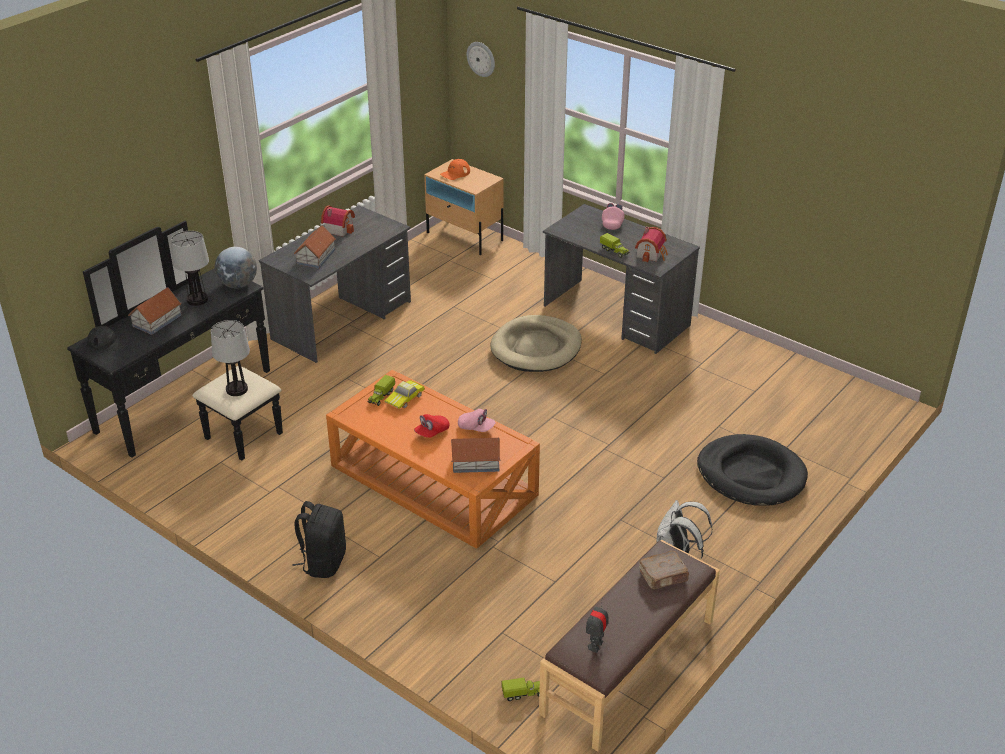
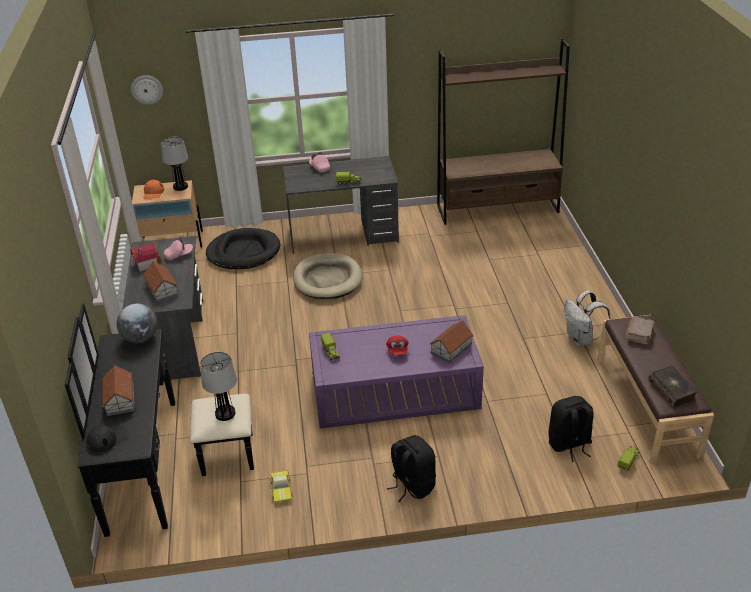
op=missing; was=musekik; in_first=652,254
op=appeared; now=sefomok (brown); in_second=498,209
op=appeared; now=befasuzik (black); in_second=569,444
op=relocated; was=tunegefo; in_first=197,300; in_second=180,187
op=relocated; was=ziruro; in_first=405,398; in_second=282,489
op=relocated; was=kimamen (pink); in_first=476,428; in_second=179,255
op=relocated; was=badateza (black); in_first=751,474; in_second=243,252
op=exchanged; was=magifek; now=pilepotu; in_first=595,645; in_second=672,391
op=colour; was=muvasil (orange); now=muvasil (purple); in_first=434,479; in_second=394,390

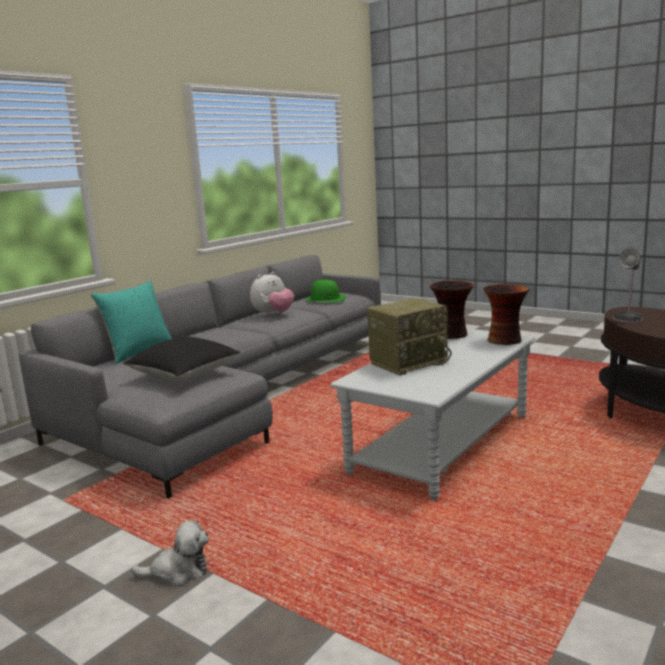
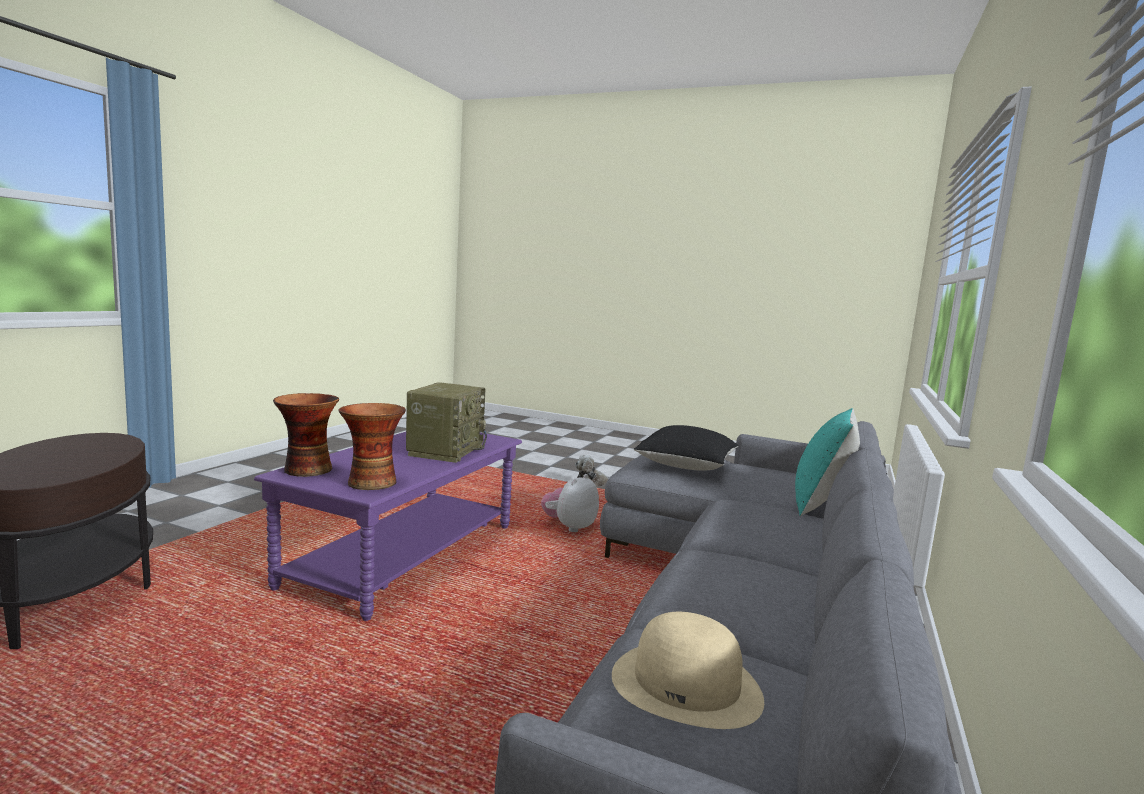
op=missing; was=tunegefo; in_first=628,318
op=relocated; was=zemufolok; in_first=273,314; in_second=569,527
op=colour; was=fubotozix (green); now=fubotozix (beige); in_first=325,299; in_second=687,684
op=colour; was=muvasil (grey); now=muvasil (purple); in_first=442,443; in_second=404,555
op=spun; was=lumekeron; in_first=409,362; in_second=445,450; clockwise=150

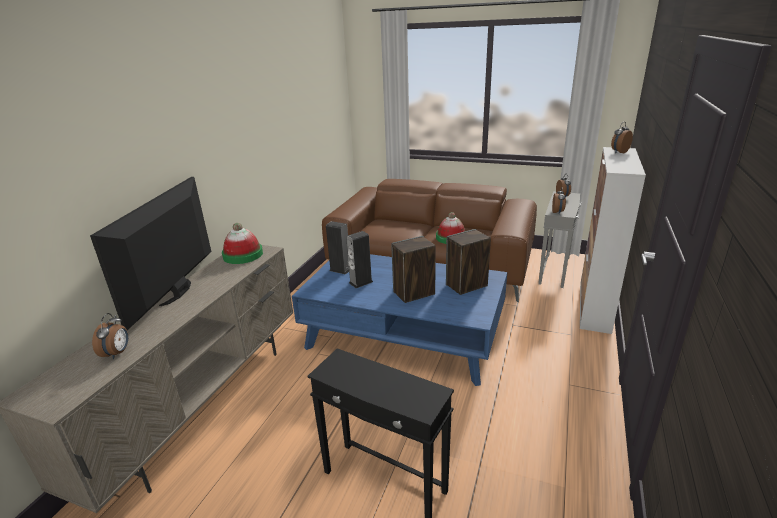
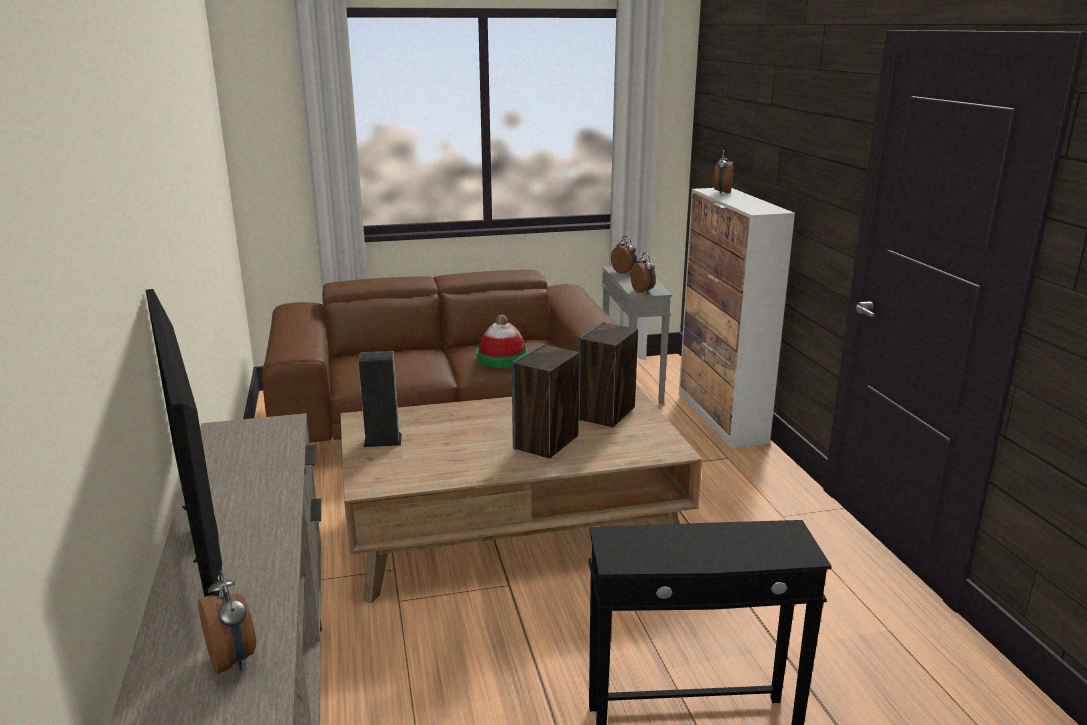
op=missing; was=fubotozix; in_first=243,255
op=missing; was=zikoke; in_first=361,282
op=colour; was=muvasil (blue); now=muvasil (brown); in_first=404,335; in_second=513,527

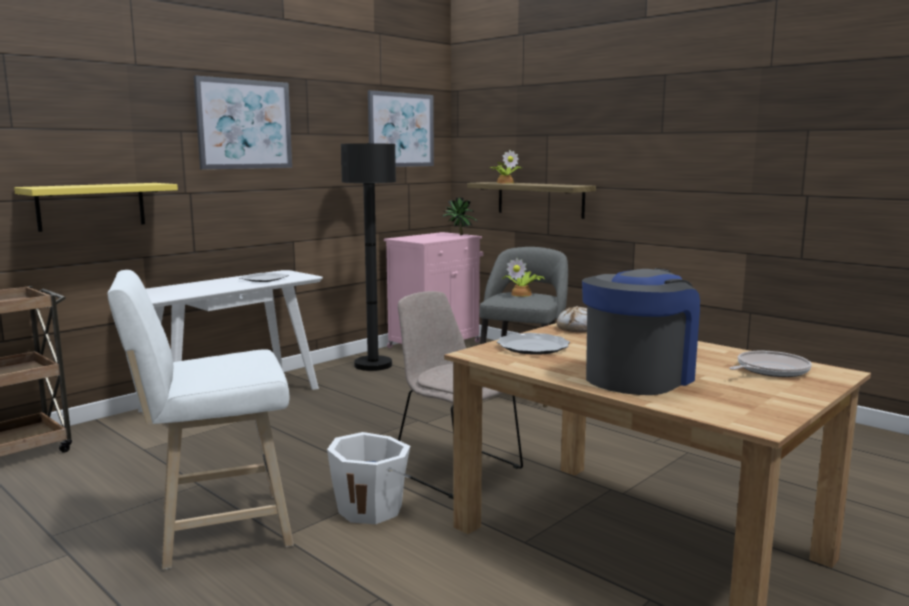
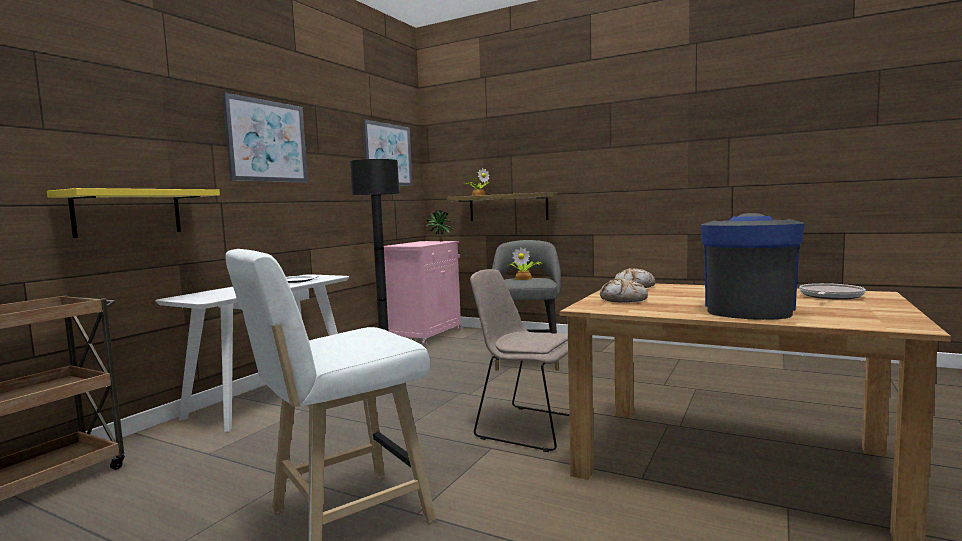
op=missing; was=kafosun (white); in_first=371,508
op=exchanged; was=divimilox; now=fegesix; in_first=533,347; in_second=623,300

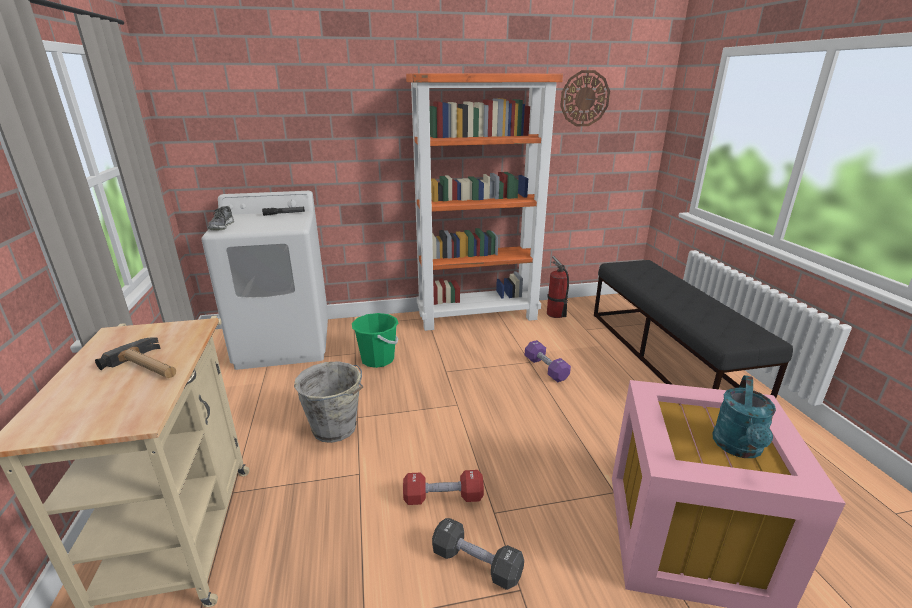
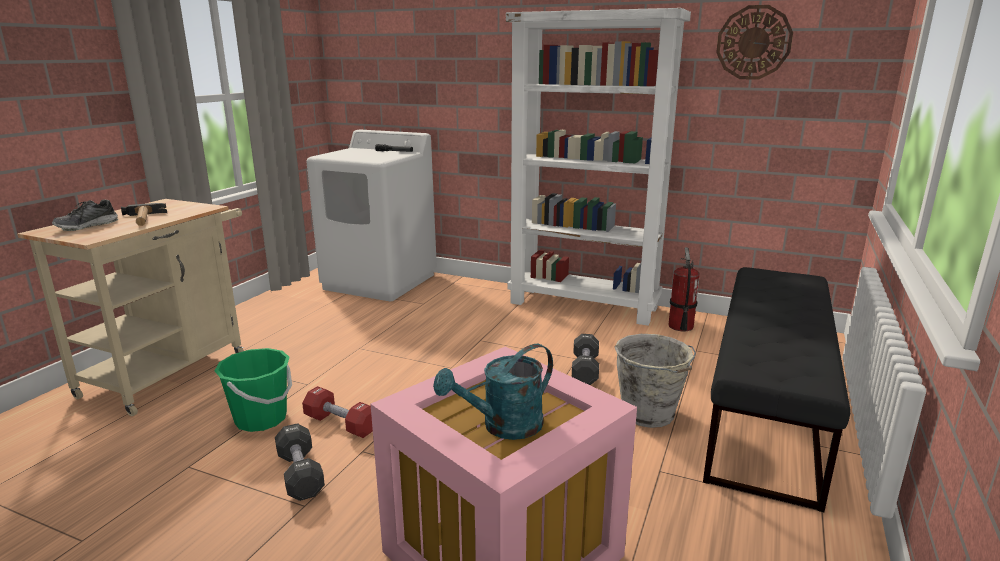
op=relocated; was=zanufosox; in_first=222,226; in_second=87,226
op=relocated; was=kafosun (grey); in_first=336,429; in_second=649,415
op=relocated; was=kafosun (green); in_first=378,359; in_second=261,419
op=colour; was=sefomok (orange); now=sefomok (white); in_first=478,316; in_second=584,305
op=colour; was=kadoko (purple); now=kadoko (black); in_first=546,369; in_second=585,369

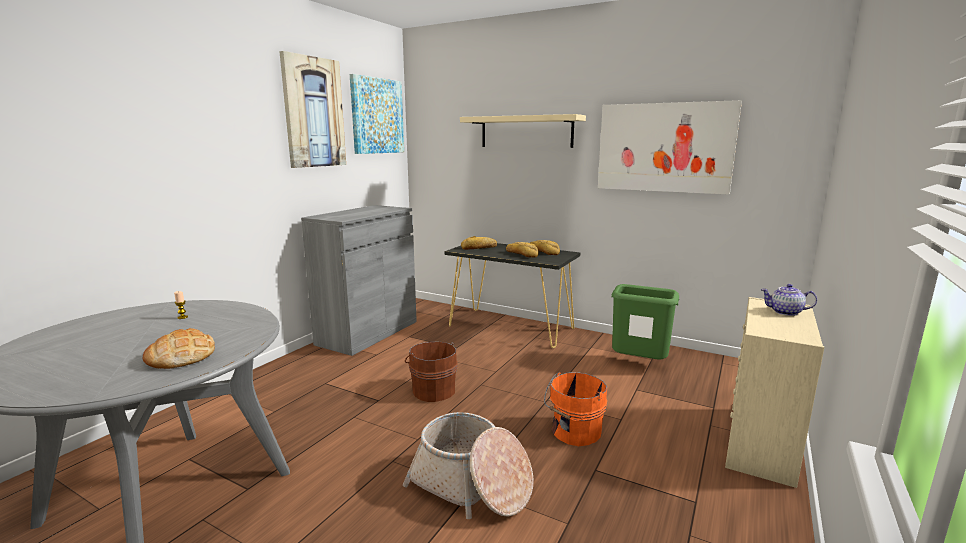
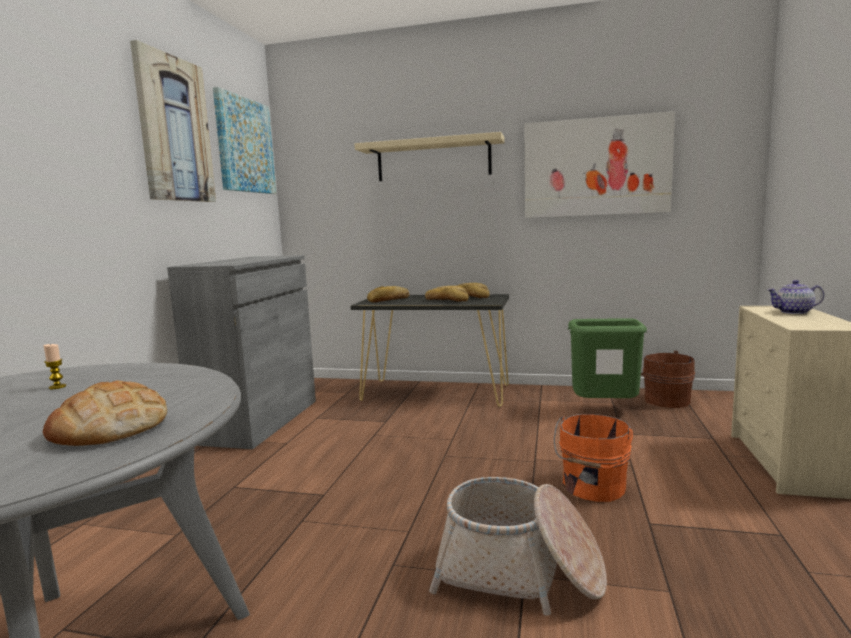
op=relocated; was=kafosun (brown); in_first=433,390; in_second=665,400

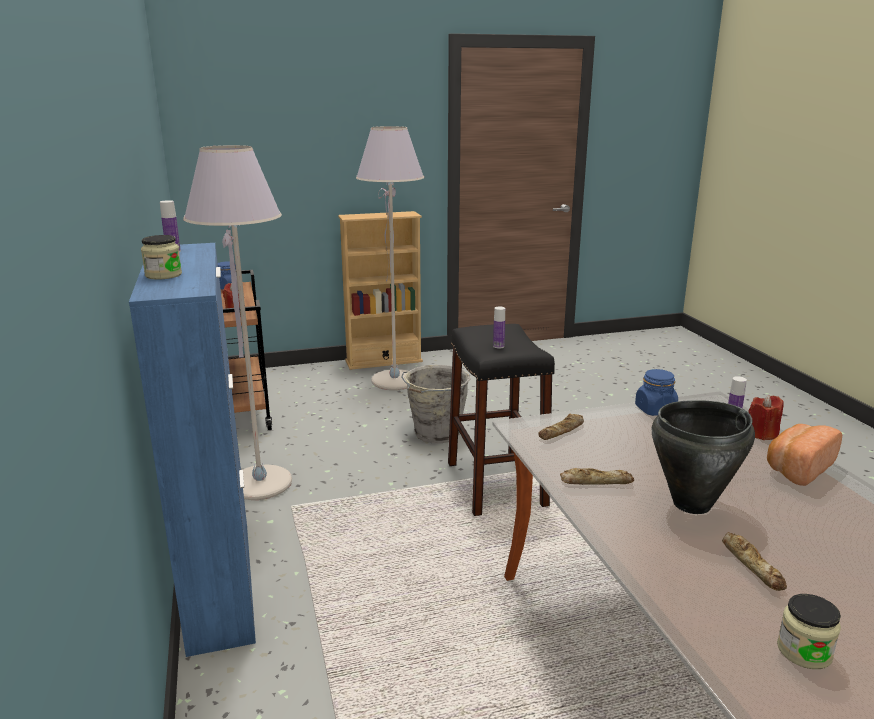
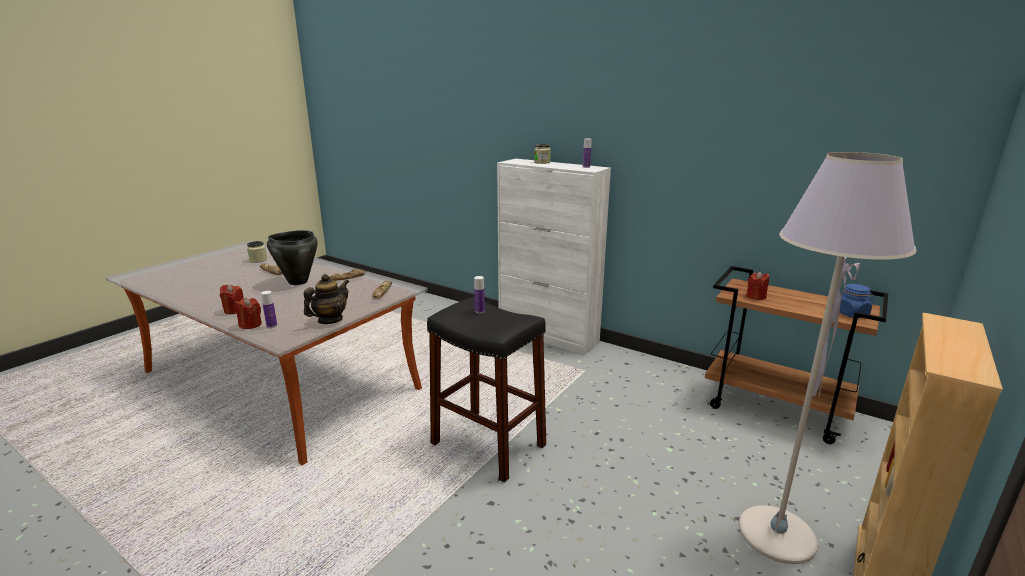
op=missing; was=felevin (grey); in_first=260,484
op=missing; was=kafosun (grey); in_first=436,434
op=exchanged; was=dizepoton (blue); now=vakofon; in_first=655,410; in_second=330,320
op=exchanged; was=fegesix; now=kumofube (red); in_first=797,468; in_second=234,310
op=colour; was=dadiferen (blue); now=dadiferen (white); in_first=220,582; in_second=548,335

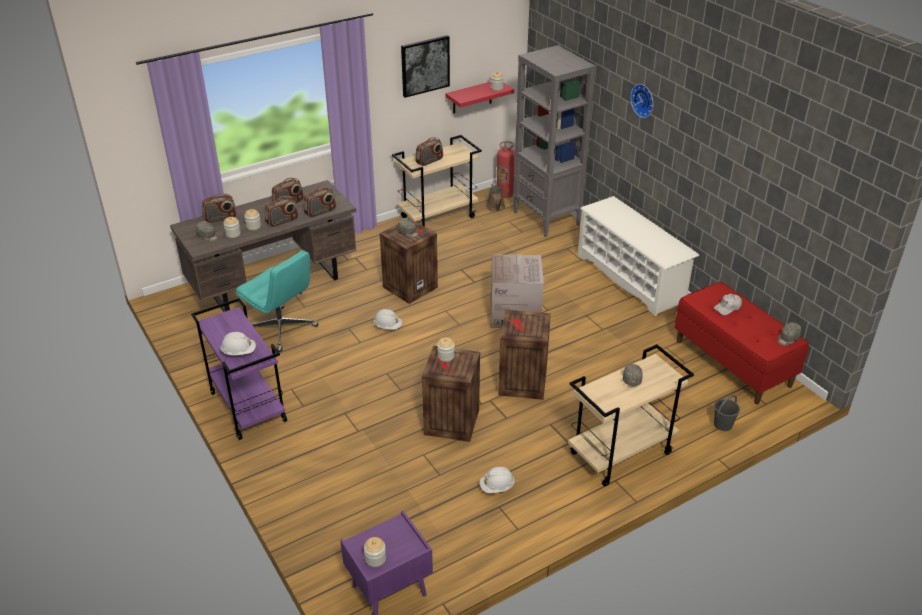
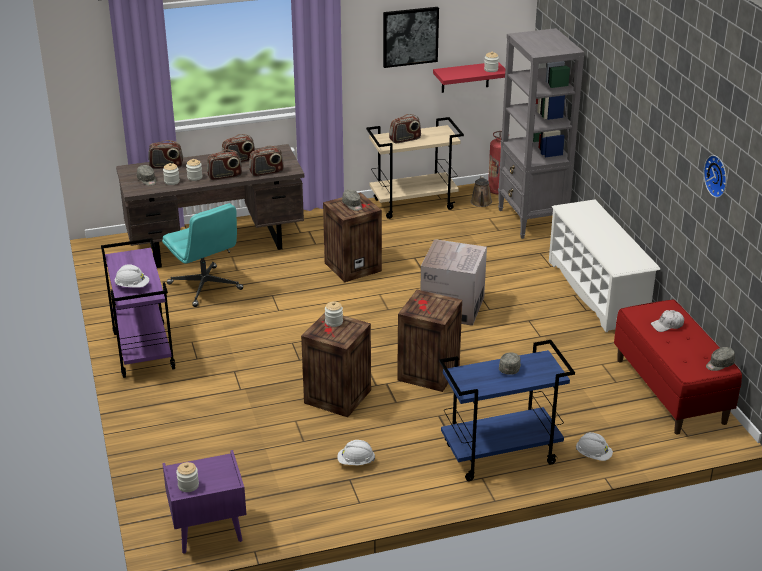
op=missing; was=kafosun (grey); in_first=722,425
op=relocated; was=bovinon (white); in_first=388,326; in_second=593,455
op=relocated; was=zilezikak; in_first=644,100; in_second=718,175
op=colour; was=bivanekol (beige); now=bivanekol (blue); in_first=620,454; in_second=499,455

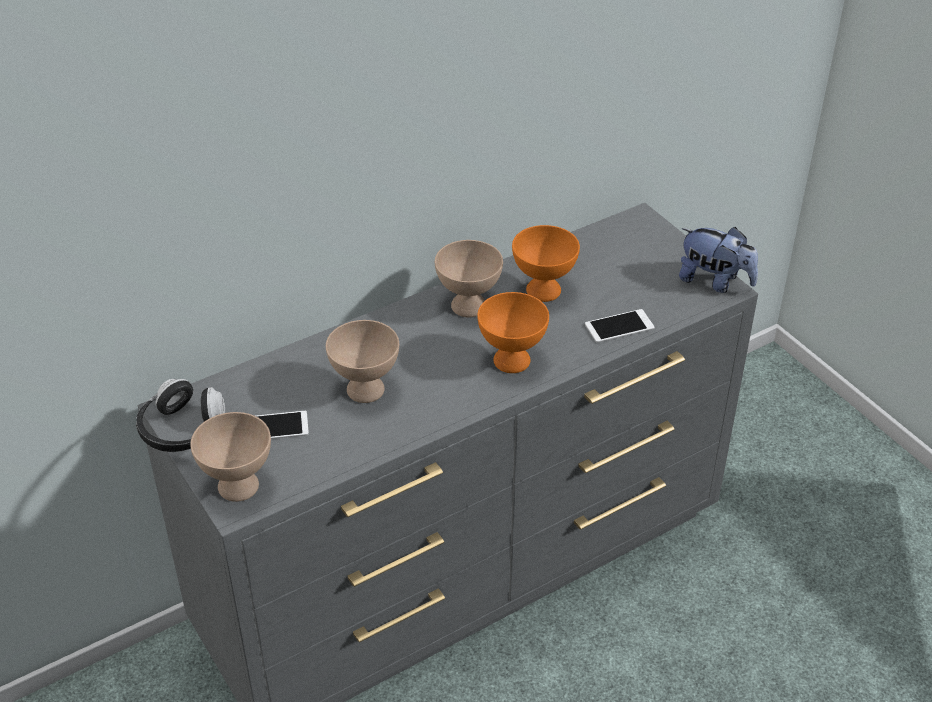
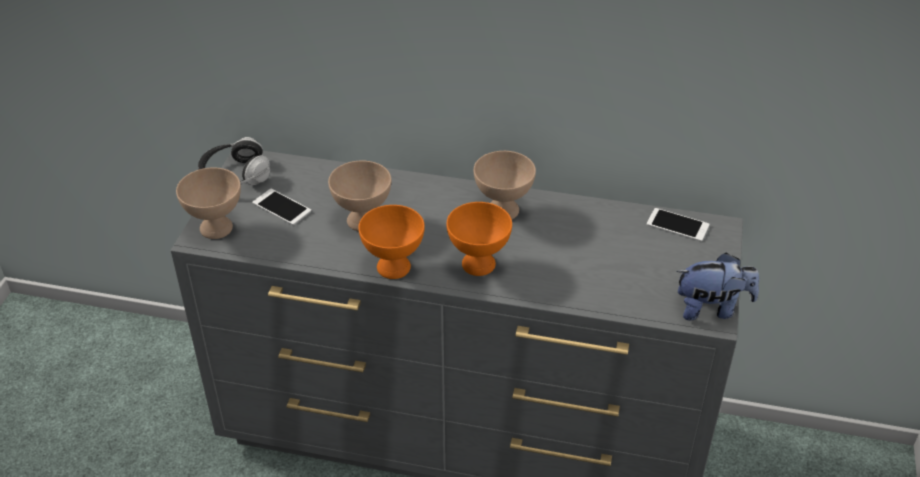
op=relocated; was=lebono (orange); in_first=542,290; in_second=394,266
op=relocated; was=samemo; in_first=619,326; in_second=677,225
op=spun; was=zemufolok; in_first=714,281; in_second=712,308; clockwise=-75

